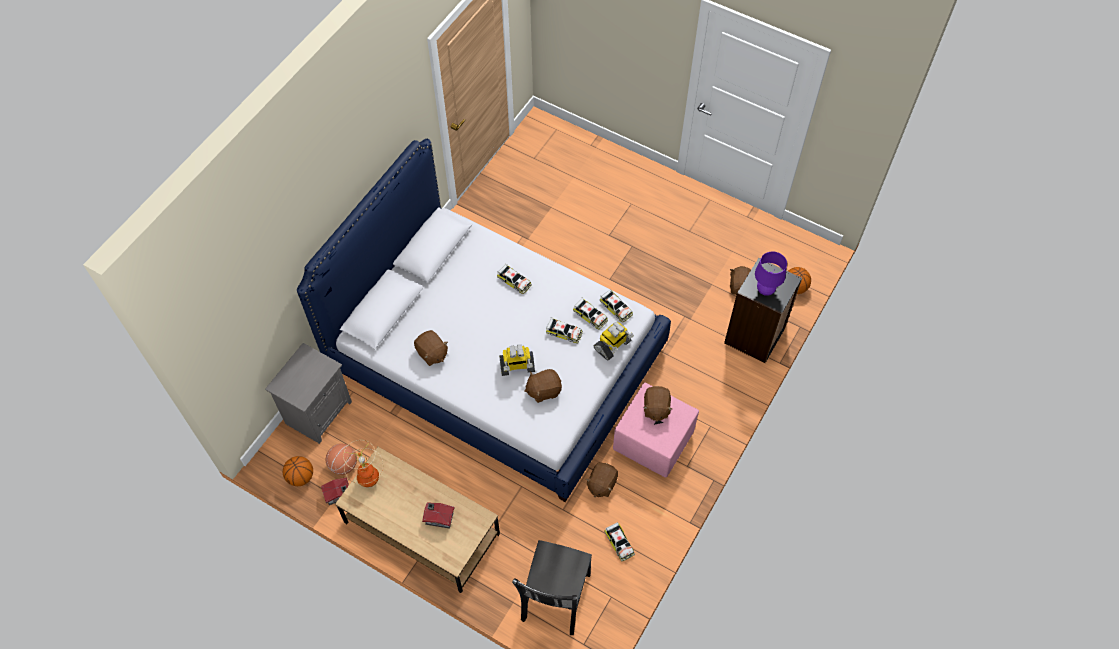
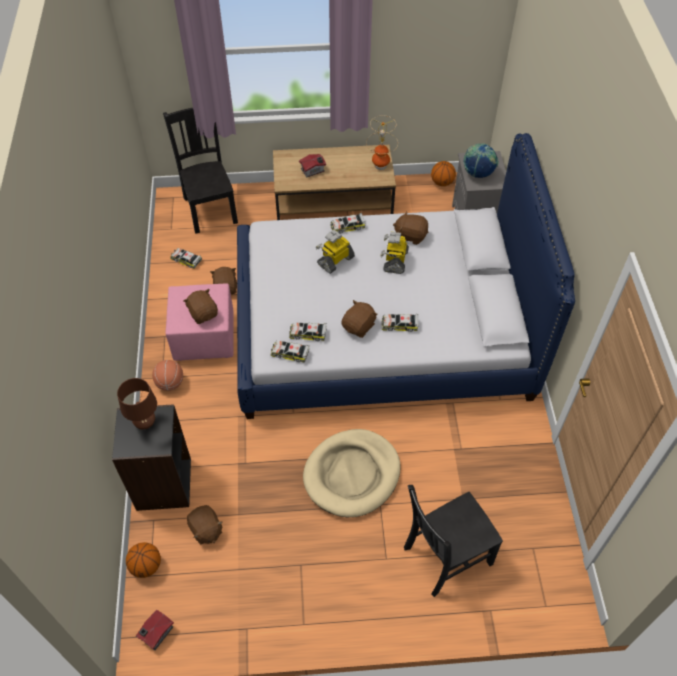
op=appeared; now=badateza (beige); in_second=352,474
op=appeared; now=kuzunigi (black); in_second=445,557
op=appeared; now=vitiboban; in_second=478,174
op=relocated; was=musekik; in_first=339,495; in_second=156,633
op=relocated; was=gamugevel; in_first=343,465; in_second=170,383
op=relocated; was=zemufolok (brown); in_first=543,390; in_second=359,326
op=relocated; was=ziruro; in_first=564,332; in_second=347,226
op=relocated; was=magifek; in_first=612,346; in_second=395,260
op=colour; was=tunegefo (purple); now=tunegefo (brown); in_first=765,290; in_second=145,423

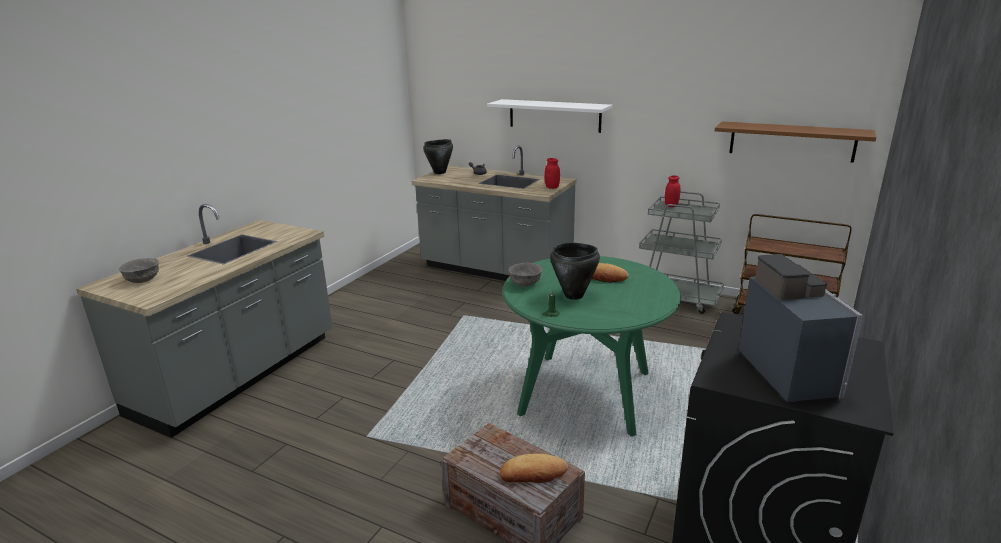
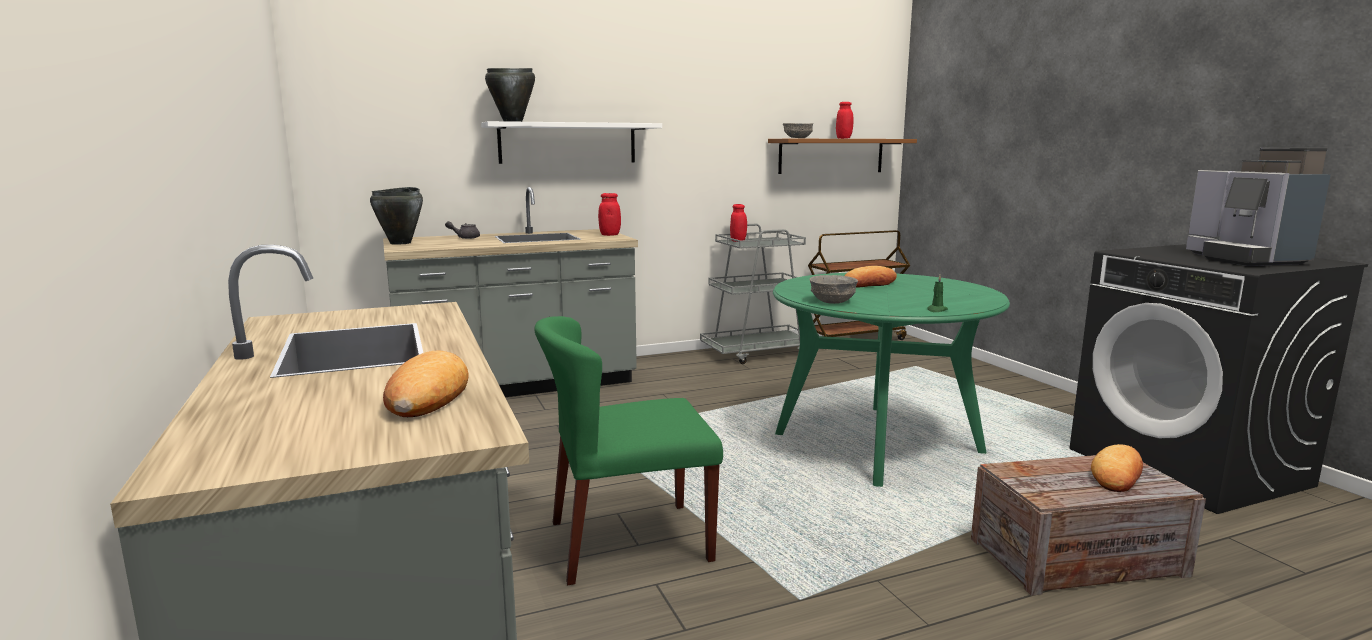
op=appeared; now=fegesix; in_second=427,395
op=appeared; now=kuzunigi (green); in_second=628,541
op=appeared; now=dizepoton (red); in_second=843,138
op=relocated; was=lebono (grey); in_first=143,279; in_second=797,138
op=relocated; was=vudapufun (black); in_first=574,296; in_second=513,121
op=spun; was=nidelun; in_first=790,372; in_second=1244,259; clockwise=-135

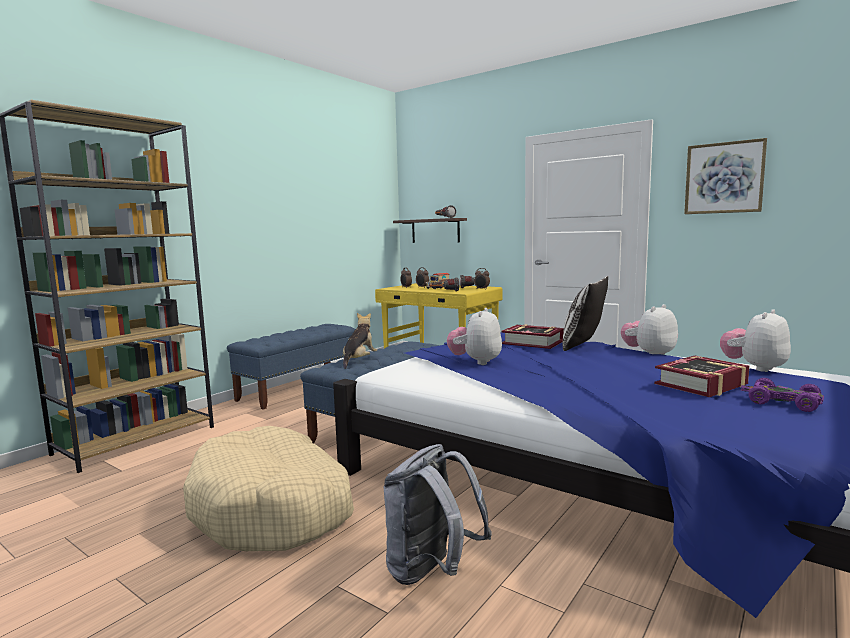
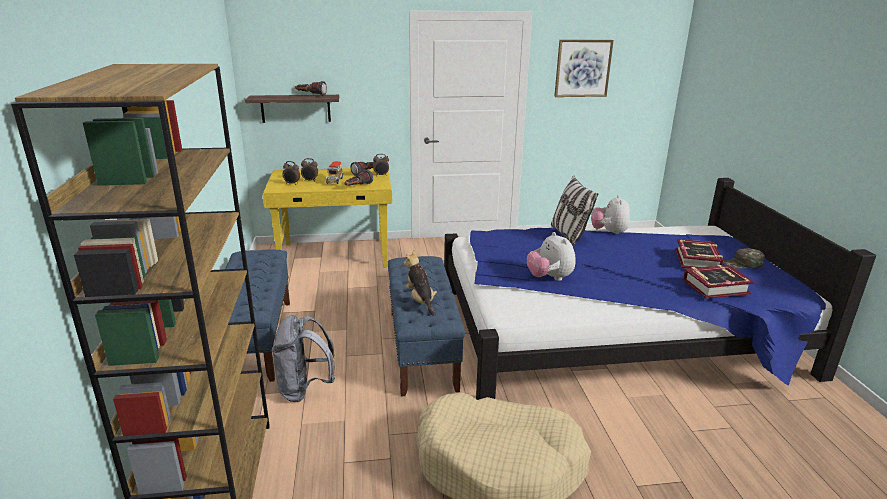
op=missing; was=zemufolok; in_first=754,368
op=relocated; was=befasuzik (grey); in_first=431,572; in_second=305,389
op=relocated; was=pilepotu; in_first=533,342; in_second=715,287
op=exchanged; was=ziruro (purple); now=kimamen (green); in_first=782,402; in_second=742,264

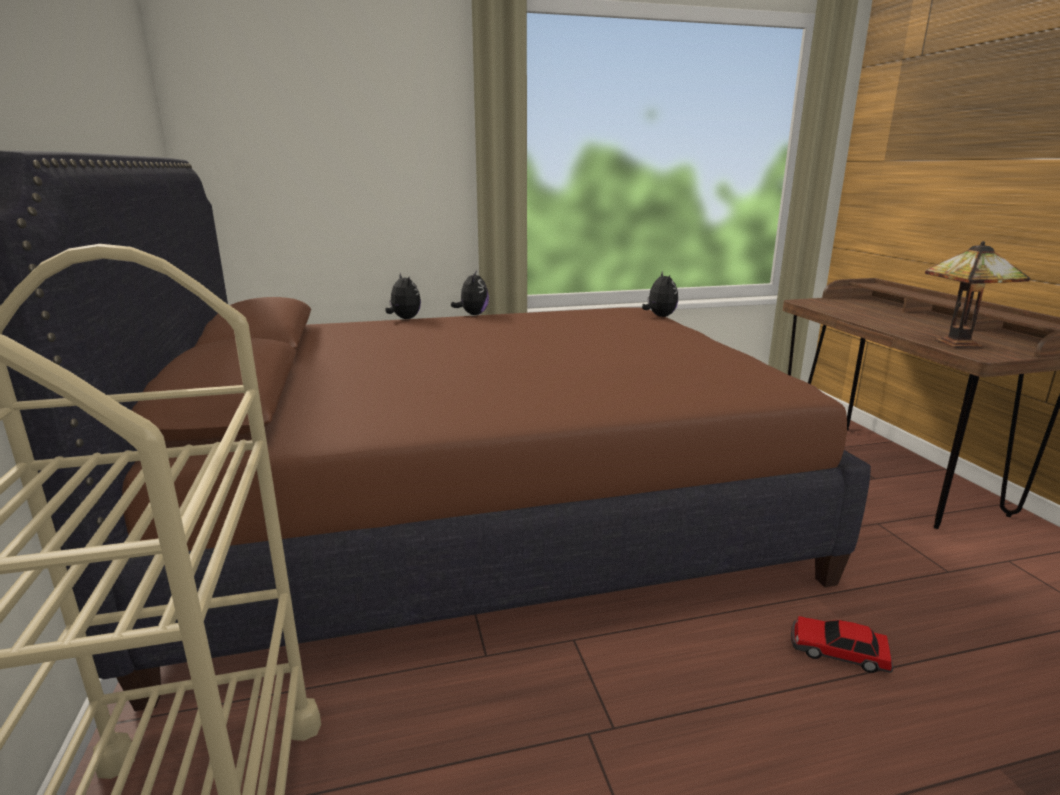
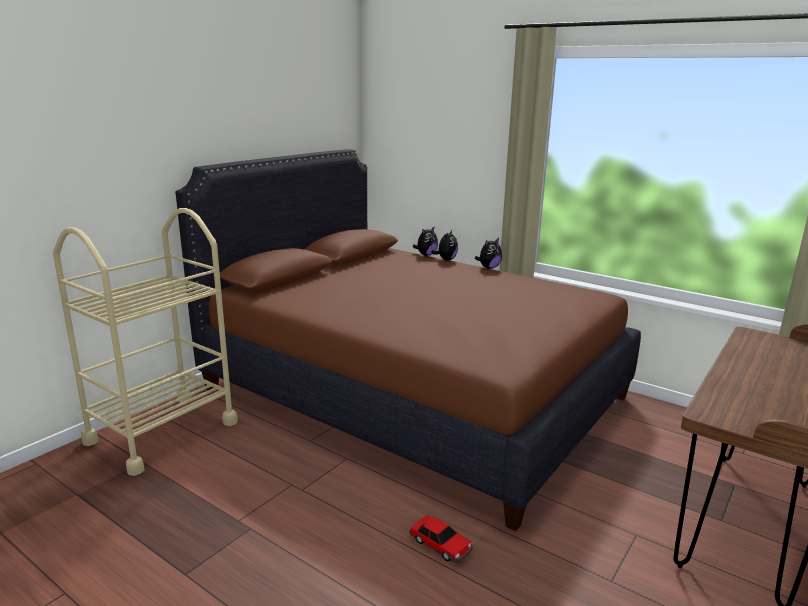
op=missing; was=tunegefo; in_first=961,344
op=relocated; was=zemufolok; in_first=659,316; in_second=426,255
op=spun; was=ziruro; in_first=837,652; in_second=441,545; clockwise=150

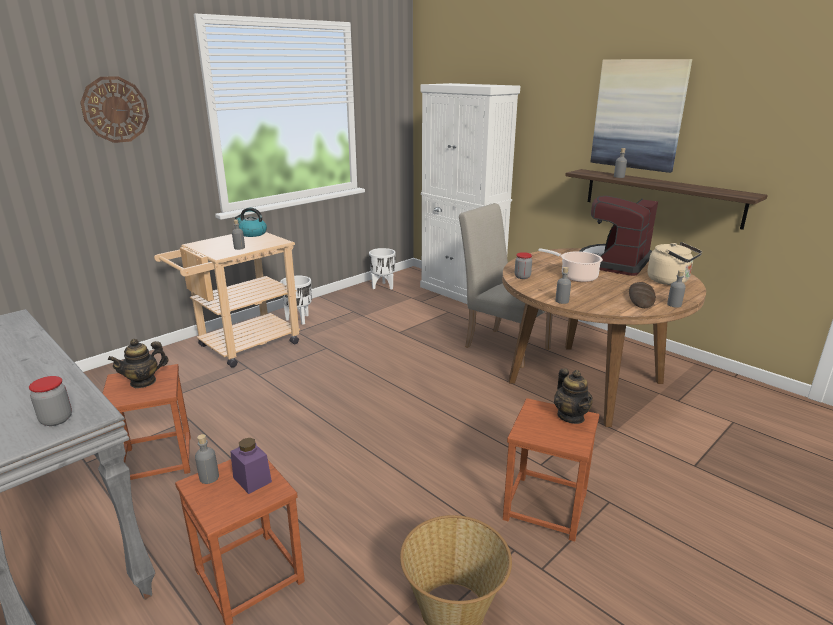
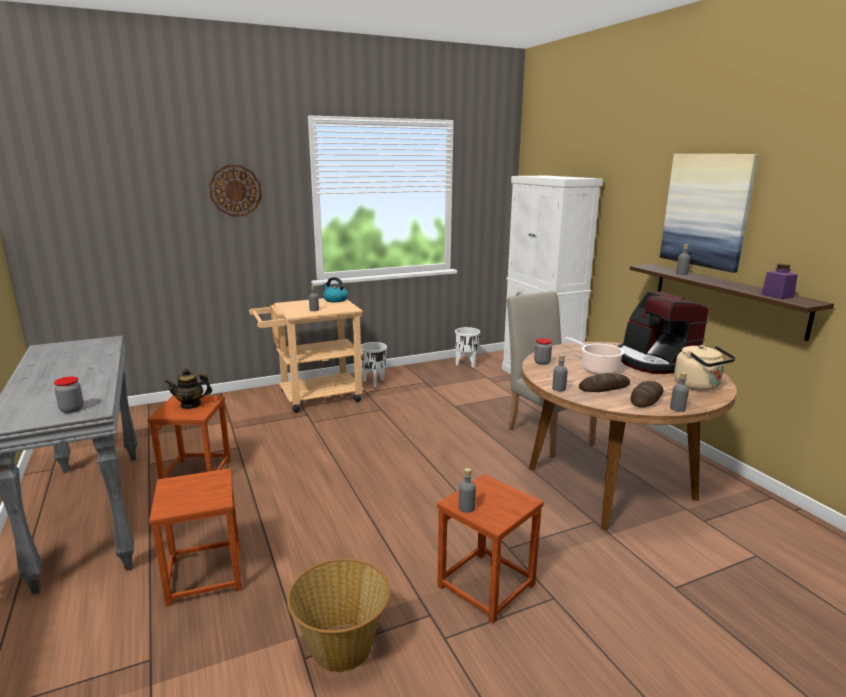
op=missing; was=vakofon; in_first=571,416
op=appeared; now=fegesix; in_second=604,387
op=relocated; was=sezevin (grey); in_first=209,477; in_second=466,508
op=relocated; was=dizepoton (purple); in_first=252,480; in_second=777,296
op=spun; was=nidelun; in_first=614,263; in_second=654,361; clockwise=-75

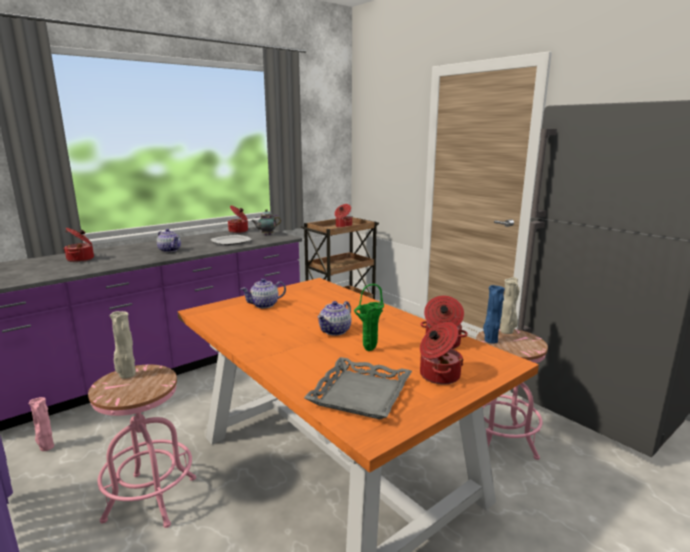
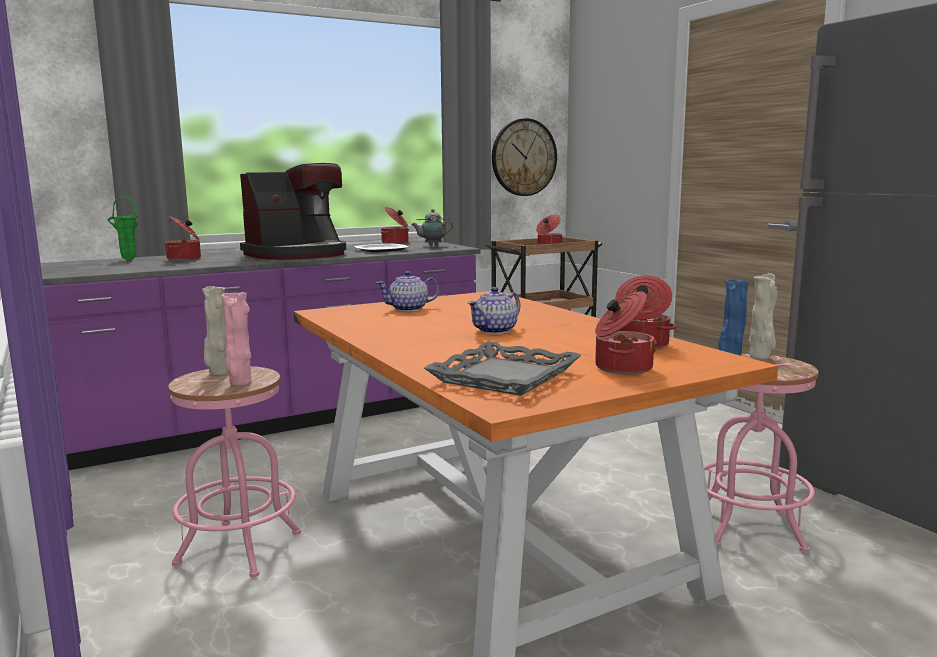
op=appeared; now=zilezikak; in_second=524,157
op=relocated; was=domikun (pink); in_first=46,448; in_second=240,383
op=relocated; was=domikun (green); in_first=368,350; in_second=127,259
op=exchanged; was=vakofon; now=nidelun; in_first=169,250; in_second=297,254

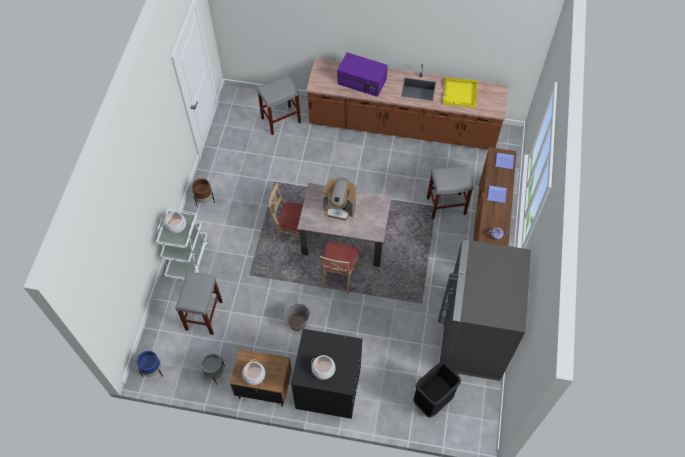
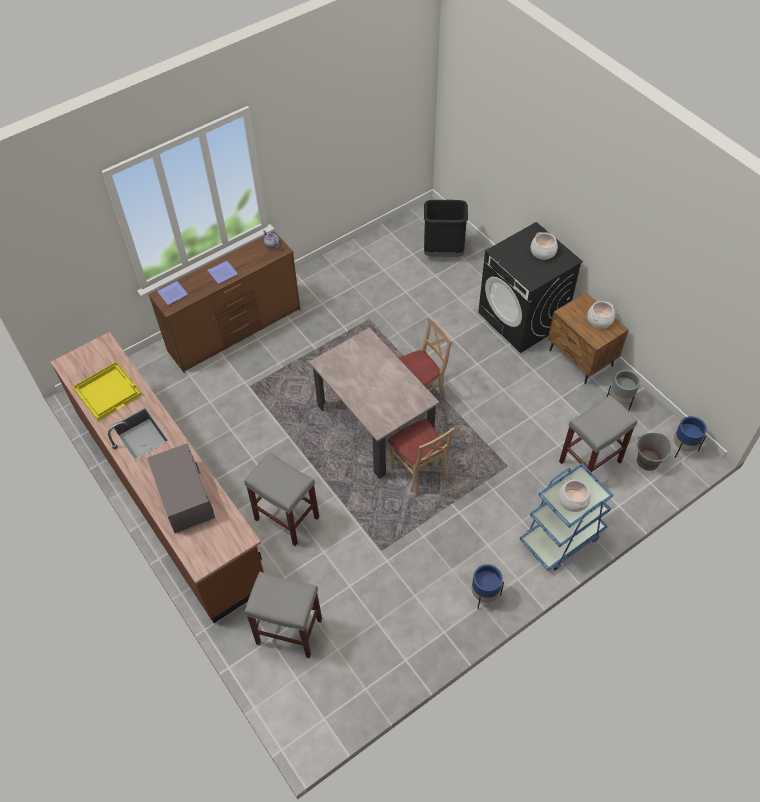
op=missing; was=nidelun; in_first=339,208
op=missing; was=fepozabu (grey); in_first=472,338
op=relocated; was=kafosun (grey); in_first=297,323; in_second=648,461
op=relocated; was=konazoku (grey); in_first=446,205; in_second=286,518
op=colour; was=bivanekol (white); now=bivanekol (blue); in_first=187,258; in_second=561,538
op=colour; was=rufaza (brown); now=rufaza (blue); in_first=205,200; in_second=484,595
op=colour; was=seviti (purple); now=seviti (grey); in_first=362,81; in_second=183,495

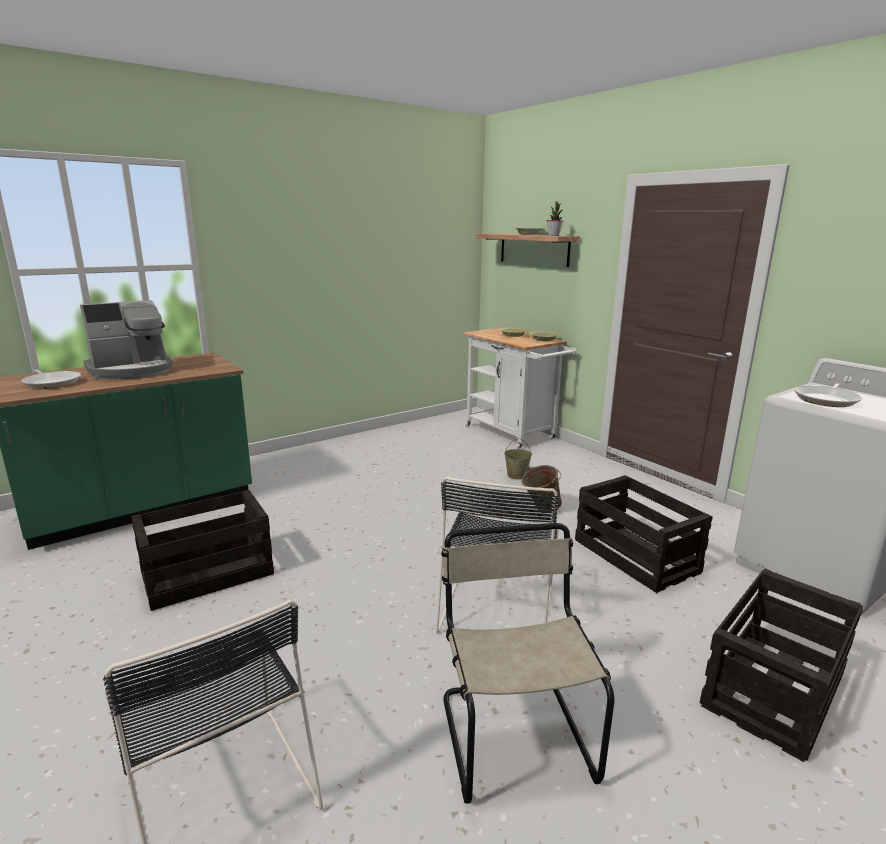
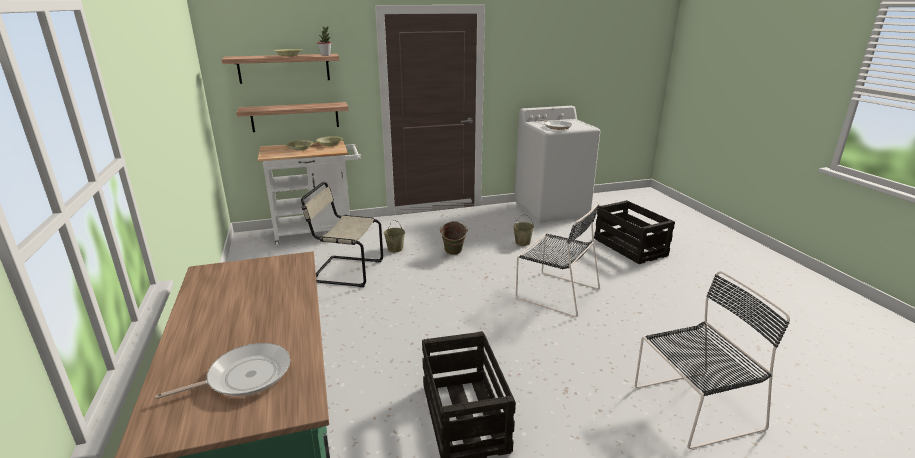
op=missing; was=nidelun; in_first=132,371
op=appeared; now=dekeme; in_second=295,117
op=relocated; was=kuzunigi (beige); in_first=513,731; in_second=345,271
op=exchanged; was=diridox; now=kafosun (beige); in_first=636,556; in_second=522,242

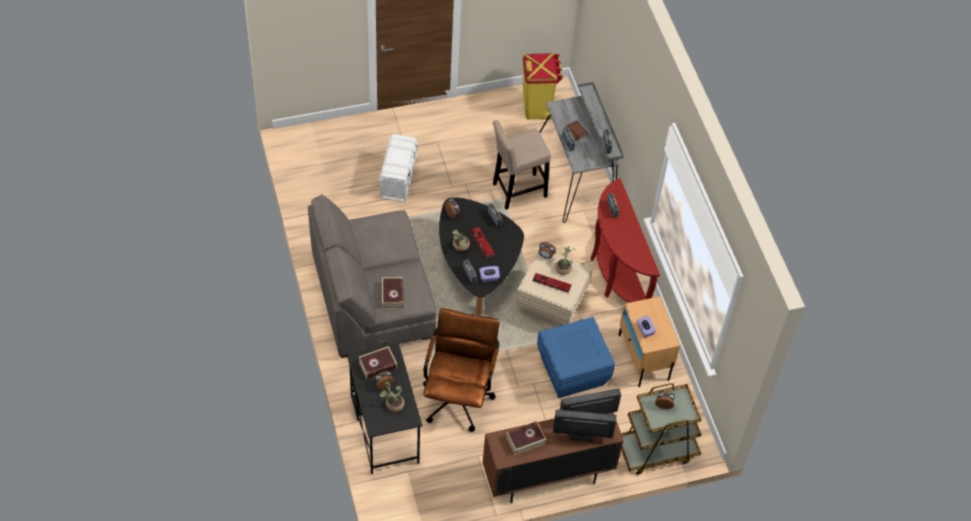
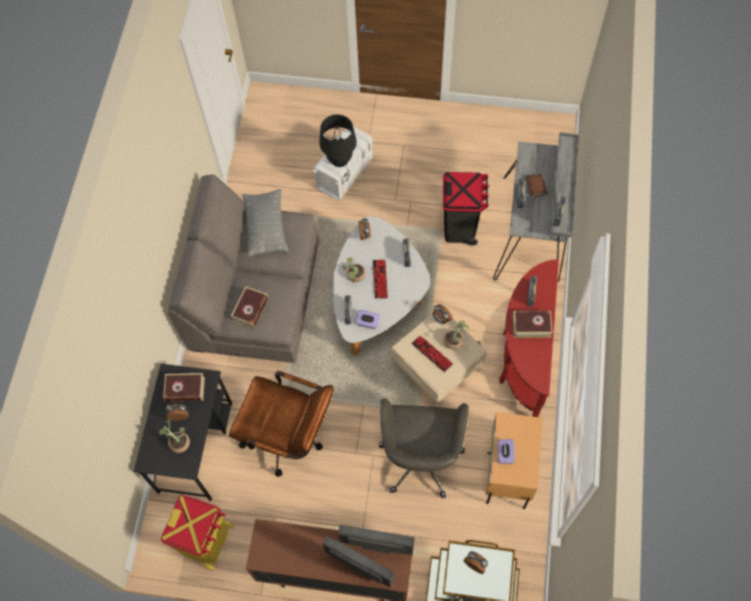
op=appeared; now=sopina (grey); in_second=266,227
op=appeared; now=tunegefo (black); in_second=339,159
op=relocated; was=pilepotu; in_first=525,440; in_second=531,326
op=relocated; was=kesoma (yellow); in_first=537,107; in_second=207,542
op=exchanged; was=konazoku (beige); now=kesoma (black); in_first=516,191; in_second=460,227
op=exchanged; was=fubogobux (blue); now=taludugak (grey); in_first=571,371; in_second=421,456
op=colour; was=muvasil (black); now=muvasil (white); in_first=476,268; in_second=377,299
op=spun; was=taludugak (brown); in_first=459,395; in_second=289,438; clockwise=75

